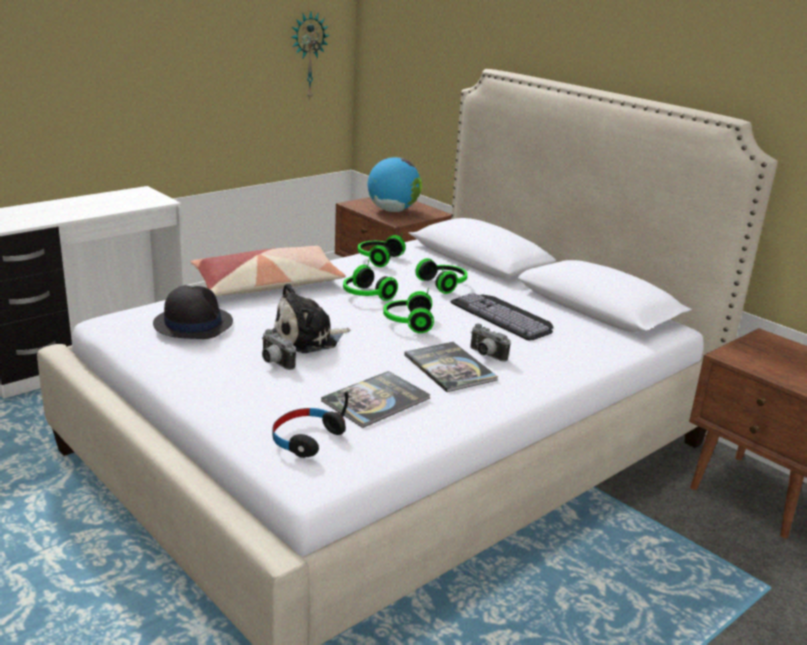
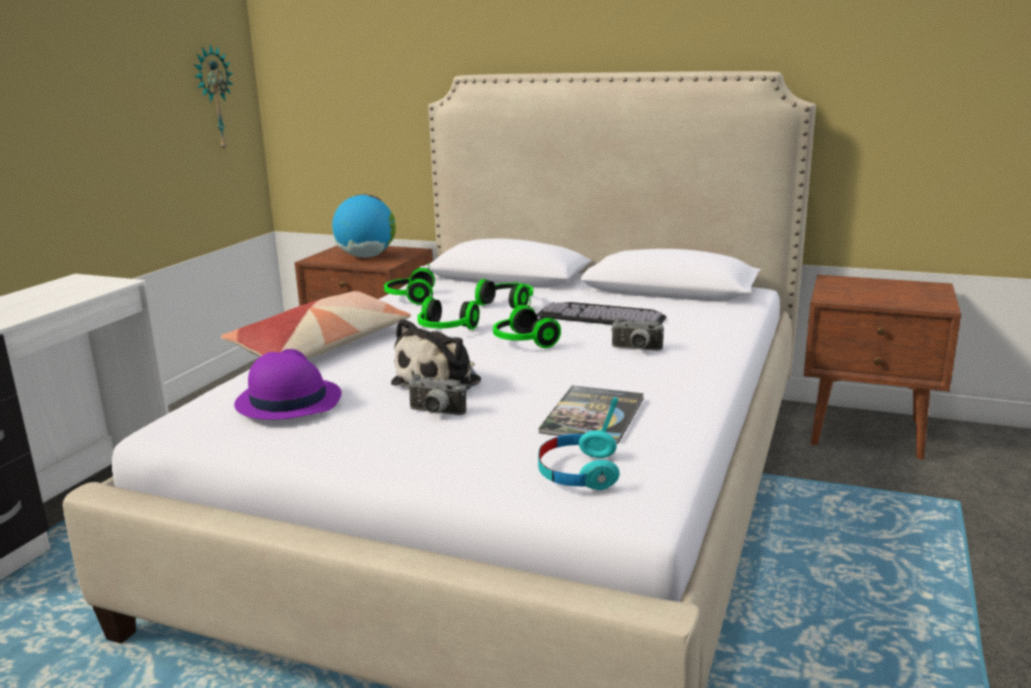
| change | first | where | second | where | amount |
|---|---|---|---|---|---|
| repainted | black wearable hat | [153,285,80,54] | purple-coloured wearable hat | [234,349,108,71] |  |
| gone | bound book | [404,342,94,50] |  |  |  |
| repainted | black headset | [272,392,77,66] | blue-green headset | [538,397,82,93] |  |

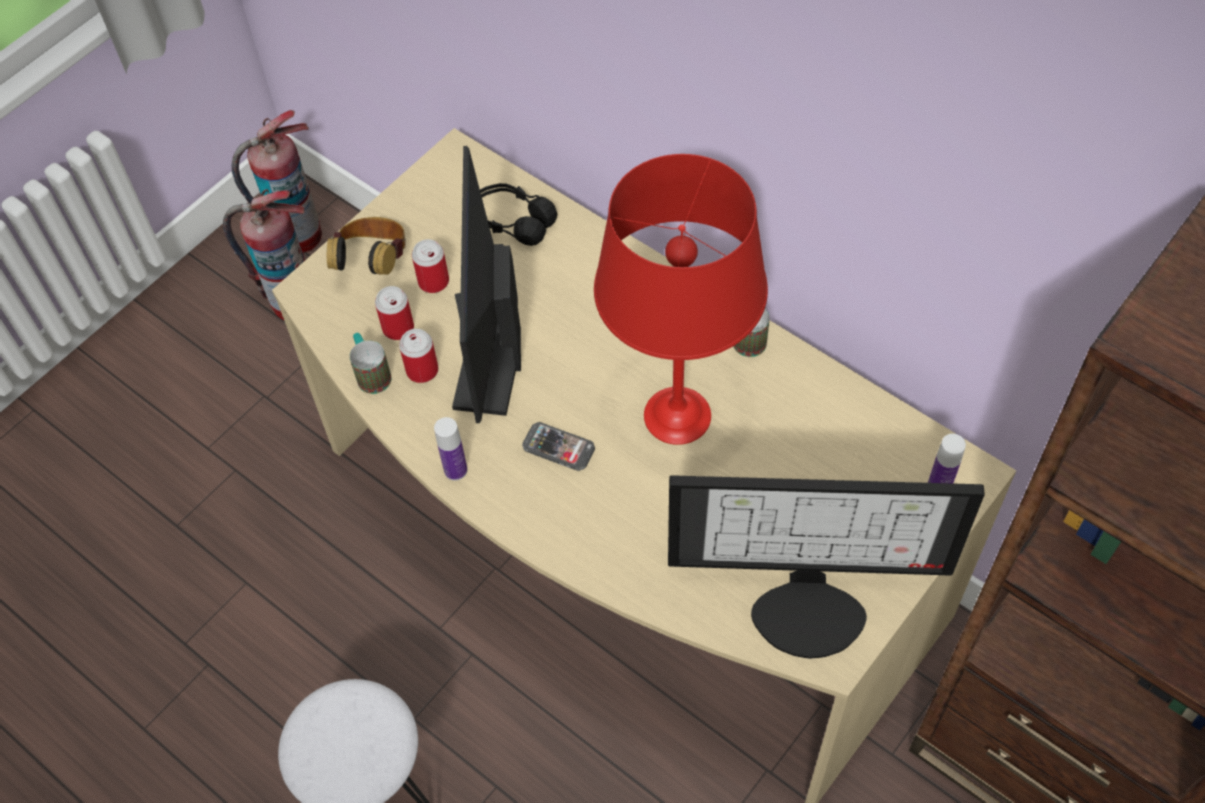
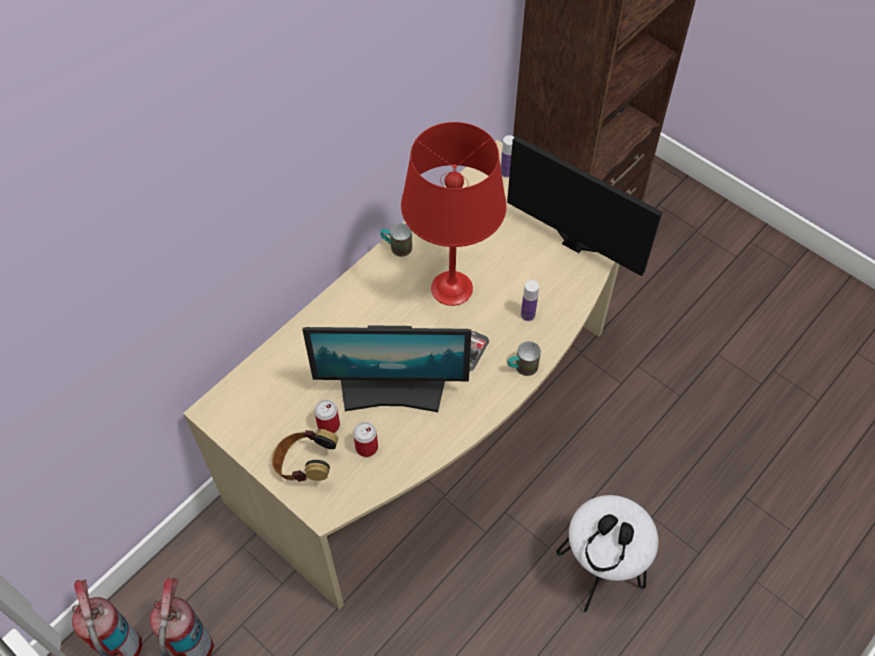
| change | first | where | second | where | amount |
|---|---|---|---|---|---|
| shifted | black headset | [480,183,77,63] |  | [585,514,49,58] |  |
| gone | metal can | [399,329,39,54] |  |  |  |
| shifted | mug | [350,333,42,61] |  | [507,341,34,35] |  |
| shifted | drink bottle | [434,417,33,64] |  | [521,280,18,41] |  |
| rotated | monitor | [668,475,317,184] |  | [507,136,155,140] | 60 degrees counterclockwise |

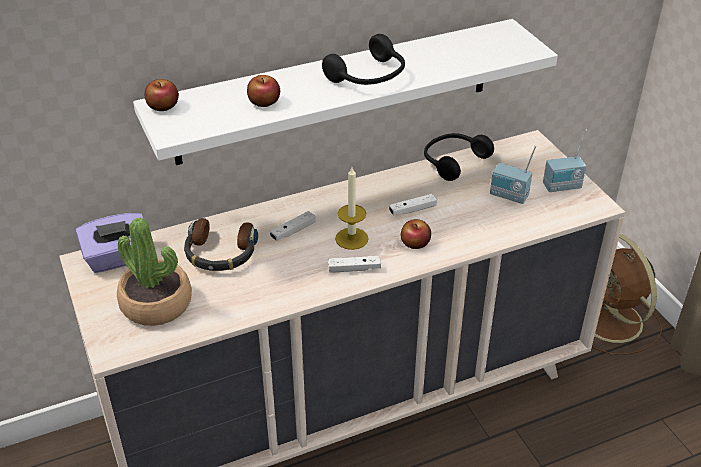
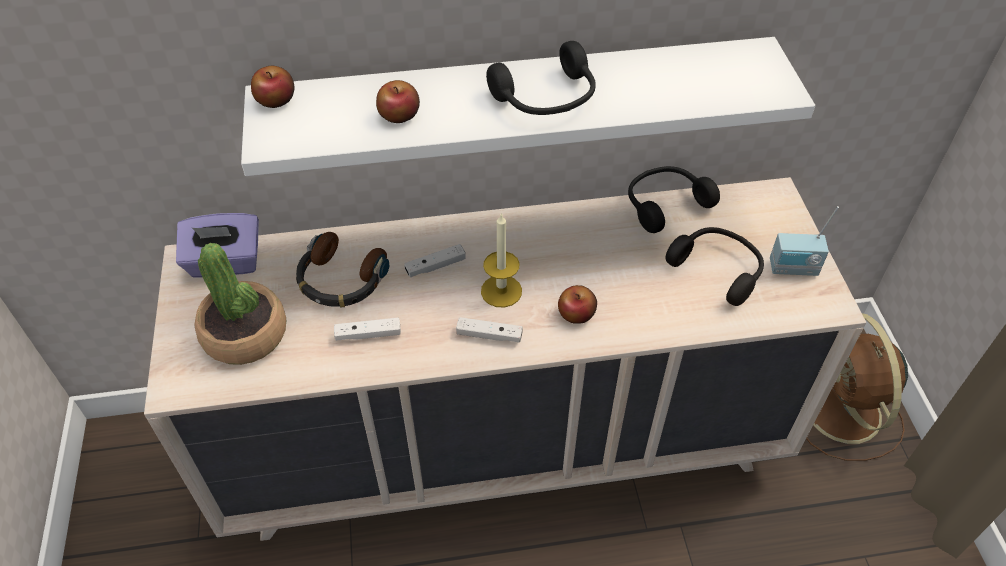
| change | first | where | second | where | amount |
|---|---|---|---|---|---|
| swapped | radio receiver | [490,146,46,58] | black headset | [665,227,99,79] |  |
| shifted | white-coloured gamepad | [389,194,48,21] |  | [334,317,67,24] |  |

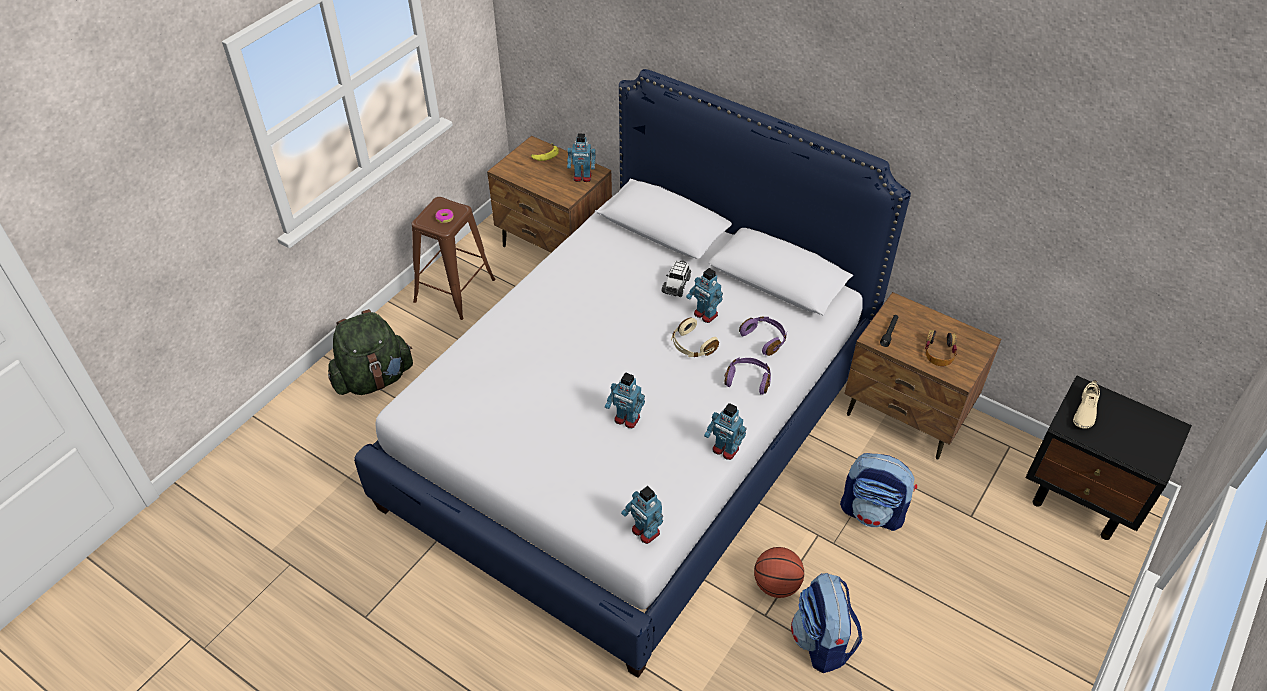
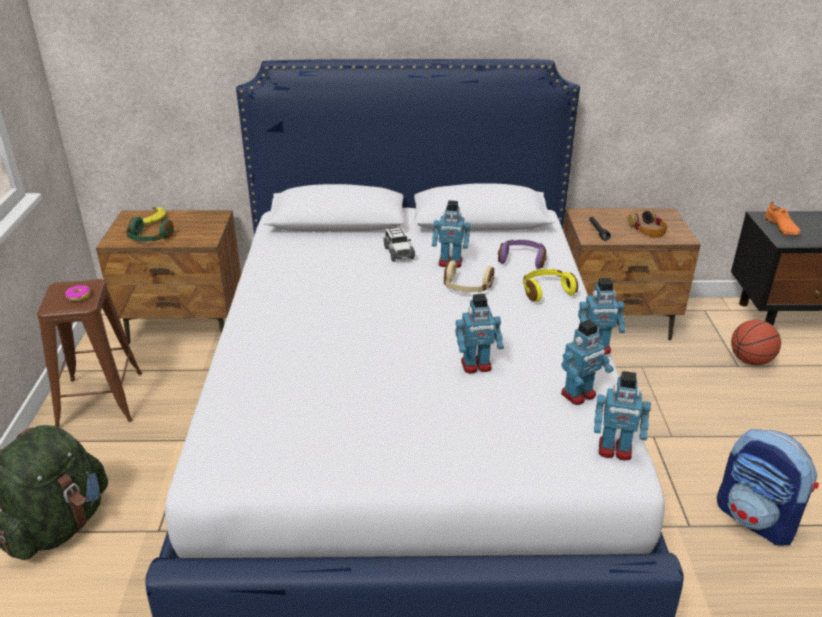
| change | first | where | second | where | amount |
|---|---|---|---|---|---|
| shifted | robot figure | [567,134,29,48] |  | [561,320,53,85] |  |
| repainted | purple-coloured headset | [724,357,47,37] | yellow headset | [523,269,55,33] |  |
| repainted | beige-coloured shoe | [1073,380,27,49] | orangey shoe | [764,202,37,33] |  |
| gone | rucksack | [840,453,77,78] |  |  |  |
| shifted | basketball ball | [754,547,50,51] |  | [731,320,50,45] |  |
| new |  |  | greenish headset | [126,217,48,25] |  |

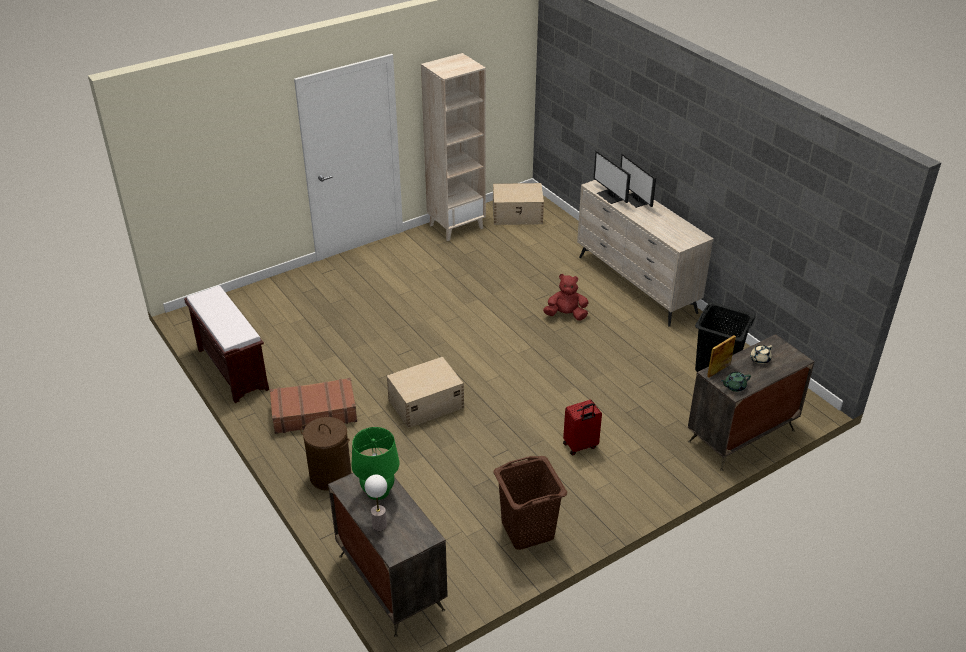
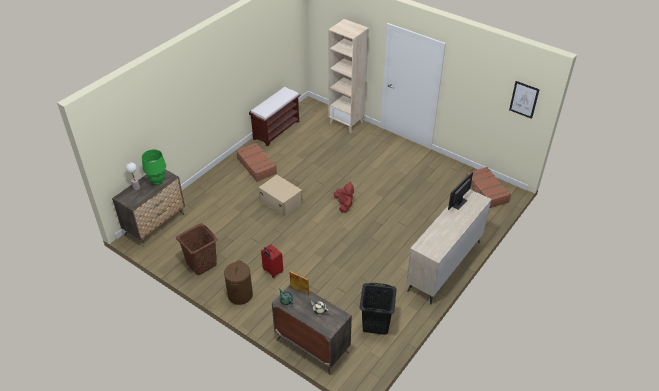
| change | first | where | second | where | amount |
|---|---|---|---|---|---|
| shifted | beige-coloured shelving unit | [421,53,65,188] |  | [328,19,41,114] |  |
| gone | monitor | [620,153,36,55] |  |  |  |
| swapped | beige-coloured storage box | [493,183,51,42] | brownish piece of luggage | [466,167,45,41] |  |
| shifted | red cuddly toy | [543,274,46,46] |  | [334,182,20,31] |  |
| shifted | brownish hamper | [300,417,52,74] |  | [224,260,29,45] |  |
| new |  |  | wall picture | [509,81,31,38] |  |

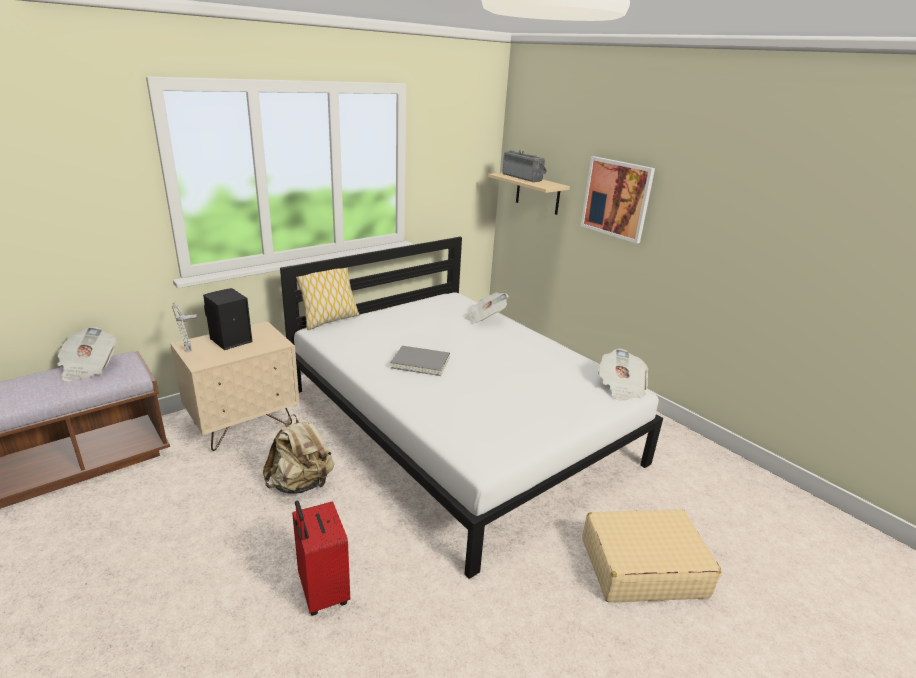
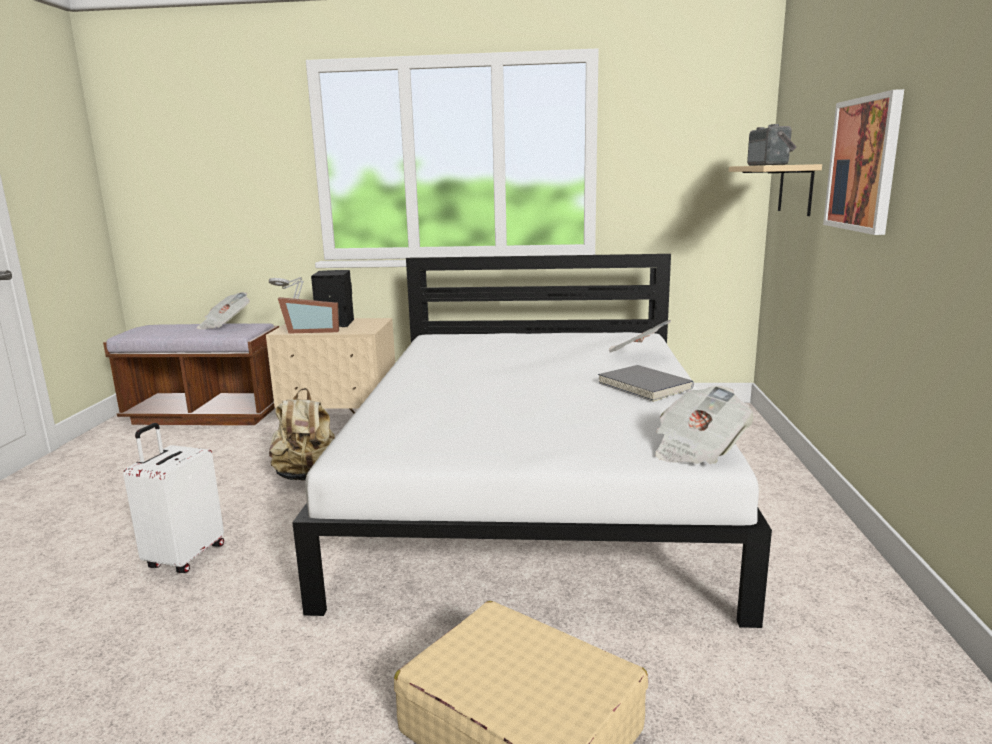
| change | first | where | second | where | amount |
|---|---|---|---|---|---|
| gone | throw pillow | [296,267,63,63] |  |  |  |
| shifted | gray bound book | [390,346,60,30] |  | [598,365,96,37] |  |
| repainted | red piece of luggage | [292,501,58,115] | white-coloured piece of luggage | [123,423,101,150] |  |
| new |  |  | picture frame | [278,297,61,37] |  |

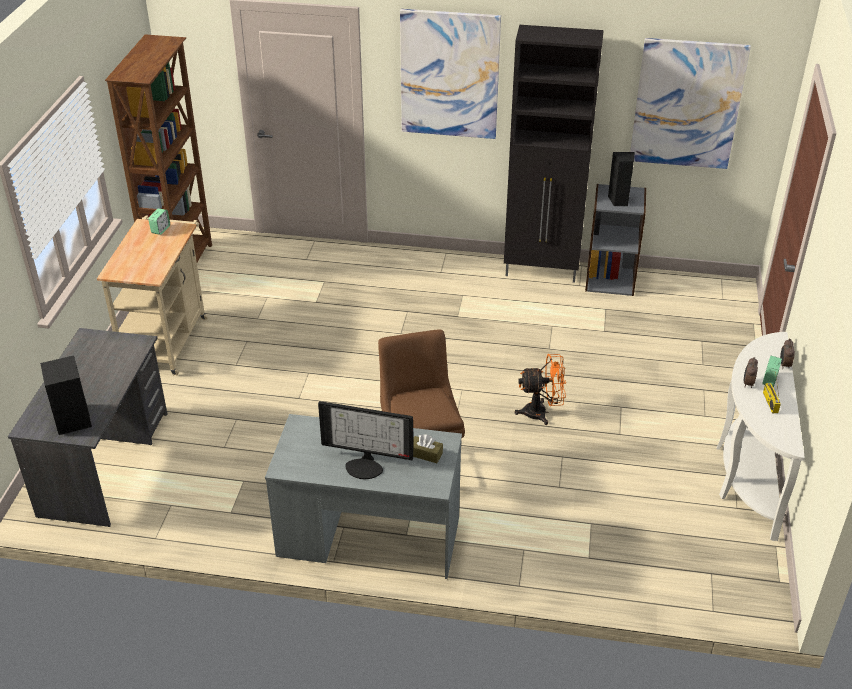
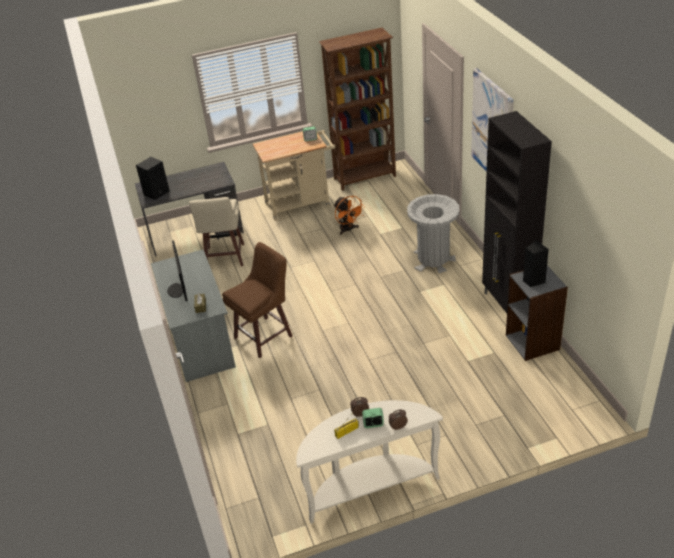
| change | first | where | second | where | amount |
|---|---|---|---|---|---|
| gone | wall picture | [630,38,121,131] |  |  |  |
| shifted | orangey electric fan | [514,354,52,71] |  | [334,196,31,39] |  |
| new |  |  | gray waste bin | [407,194,53,79] |  |
| new |  |  | beige-coloured stool | [189,197,55,69] |  |

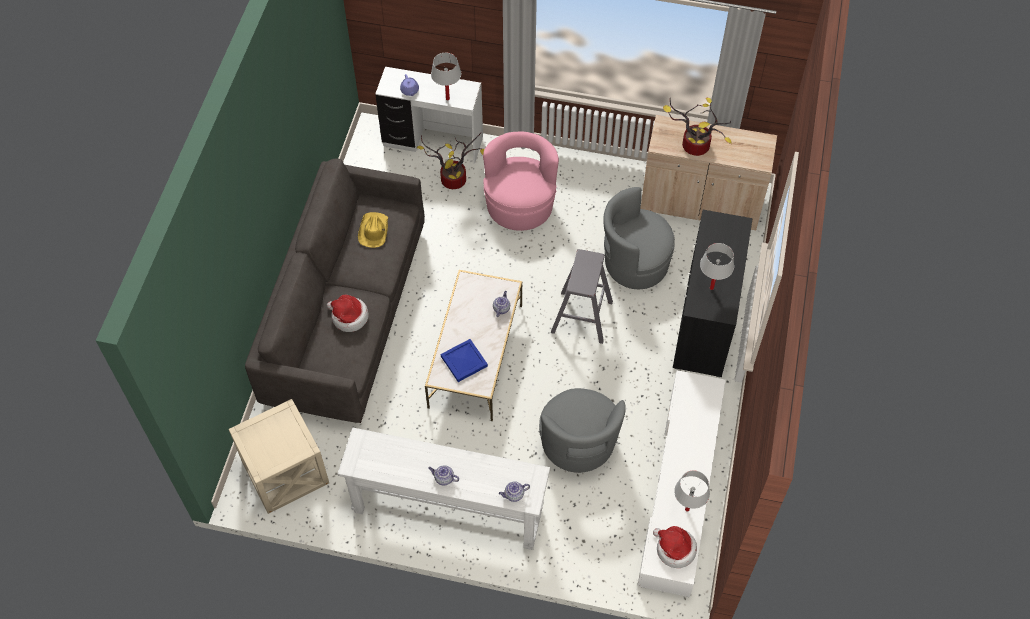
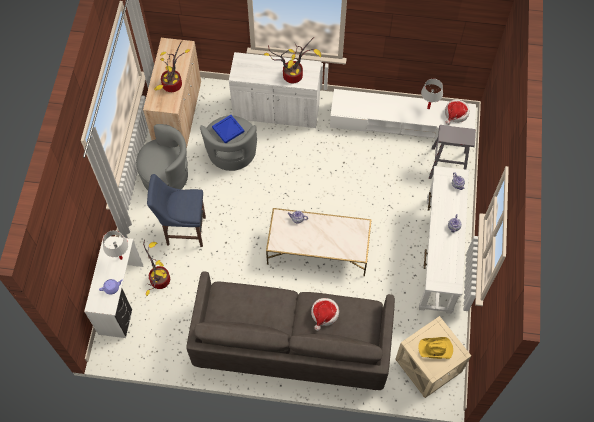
| change | first | where | second | where | amount |
|---|---|---|---|---|---|
| swapped | pink lounge chair | [483,131,76,100] | blue-coloured stool | [147,174,59,73] |  |
| repainted | black cupboard | [673,210,80,168] | white-coloured cupboard | [229,52,92,76] |  |
| shifted | yellow wearable hat | [358,212,30,36] |  | [418,337,35,22] |  |
| swapped | white-coloured tabletop lamp | [700,243,34,47] | plant in a pot | [263,37,58,46] |  |
| shifted | gray stool | [551,249,62,95] |  | [429,125,47,54] |  |
| shifted | blue-coloured serving tray | [441,339,47,43] |  | [212,115,32,28] |  |
| shifted | gray lounge chair | [539,388,87,85] |  | [136,124,52,66] |  |

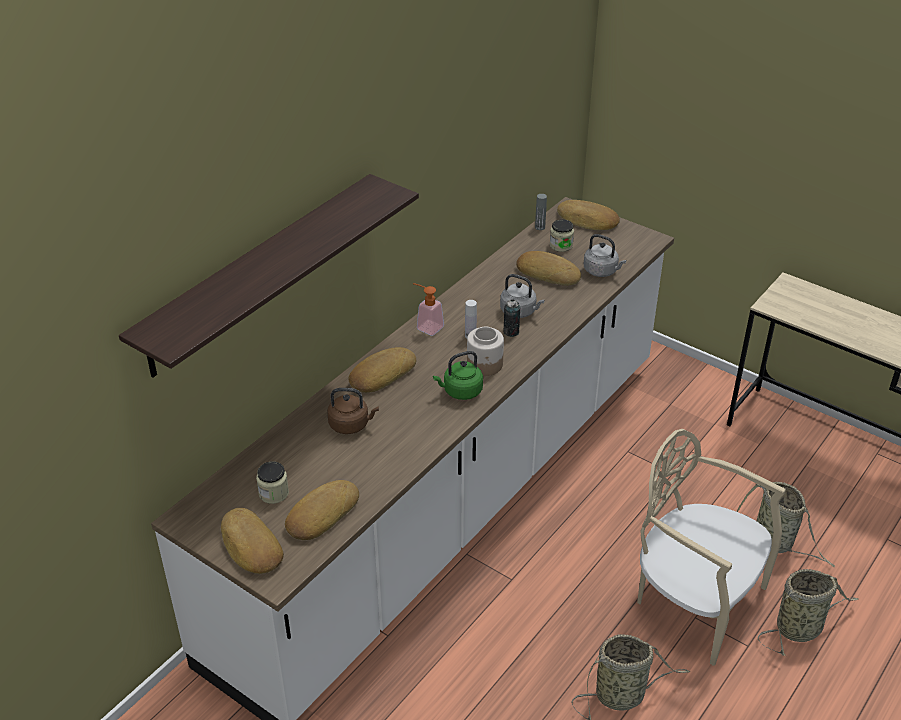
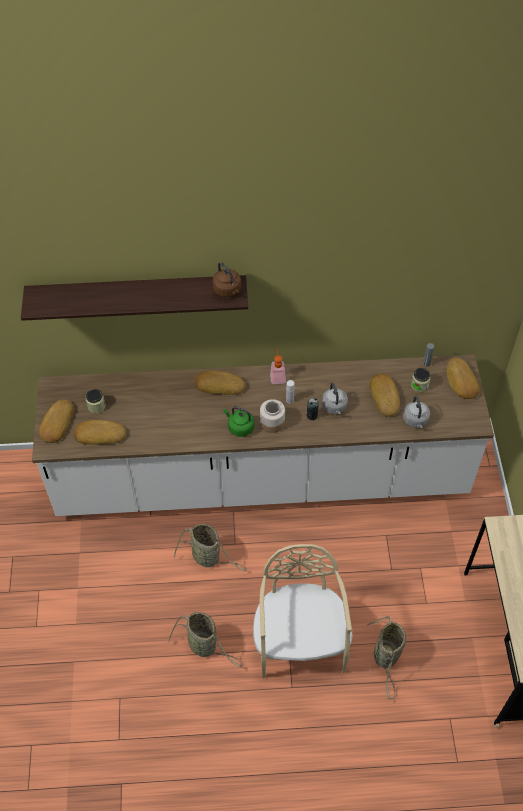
| change | first | where | second | where | amount |
|---|---|---|---|---|---|
| shifted | brownish water kettle | [327,388,52,46] |  | [213,262,28,35] |  |
| shifted | storage basket | [757,569,102,87] |  | [174,524,73,48] |  |

